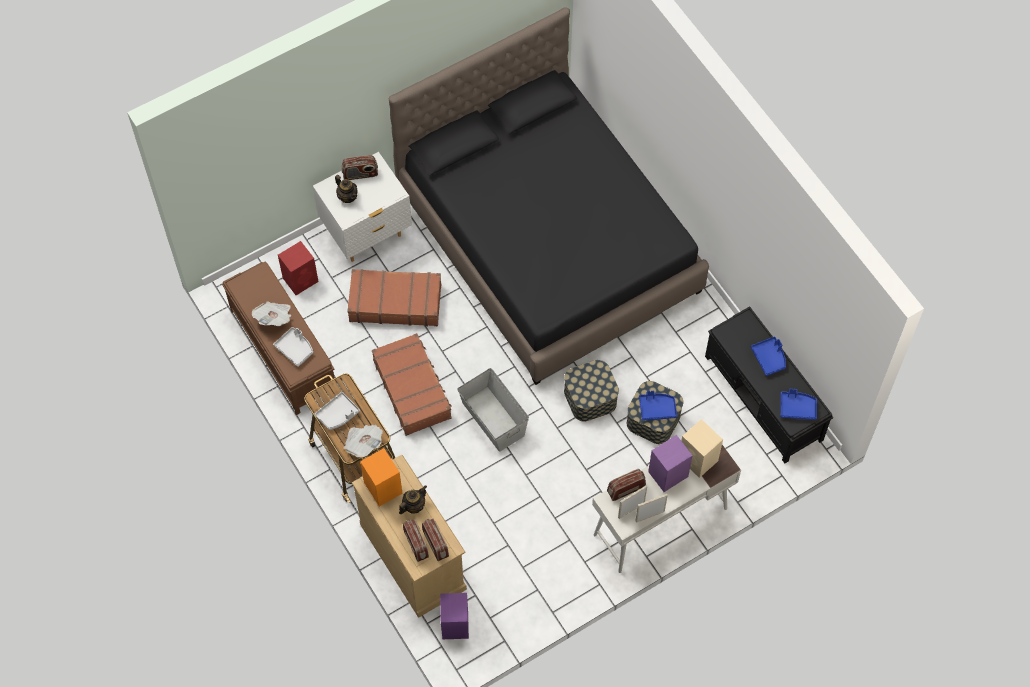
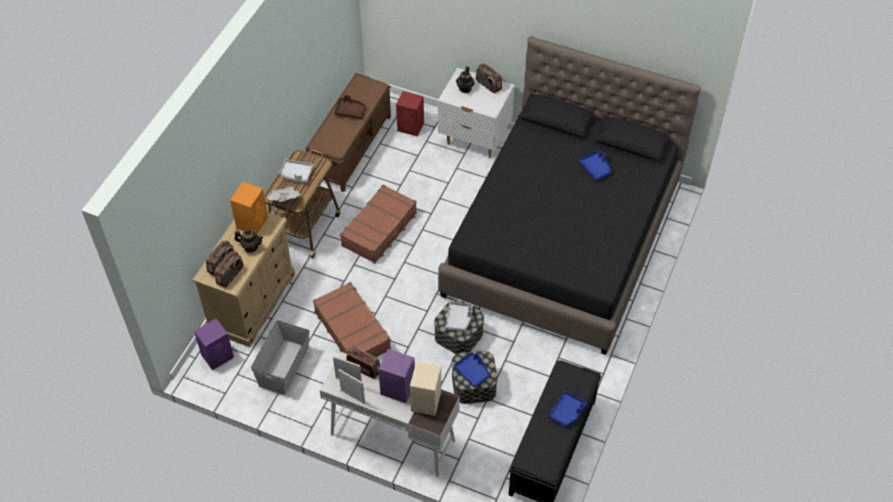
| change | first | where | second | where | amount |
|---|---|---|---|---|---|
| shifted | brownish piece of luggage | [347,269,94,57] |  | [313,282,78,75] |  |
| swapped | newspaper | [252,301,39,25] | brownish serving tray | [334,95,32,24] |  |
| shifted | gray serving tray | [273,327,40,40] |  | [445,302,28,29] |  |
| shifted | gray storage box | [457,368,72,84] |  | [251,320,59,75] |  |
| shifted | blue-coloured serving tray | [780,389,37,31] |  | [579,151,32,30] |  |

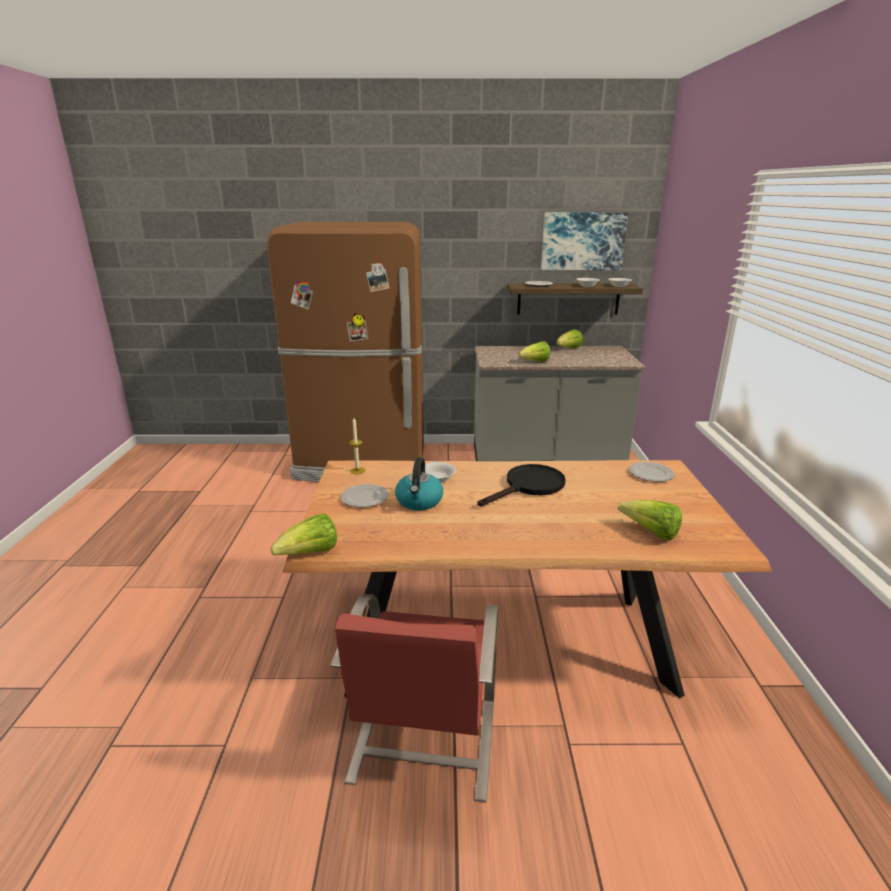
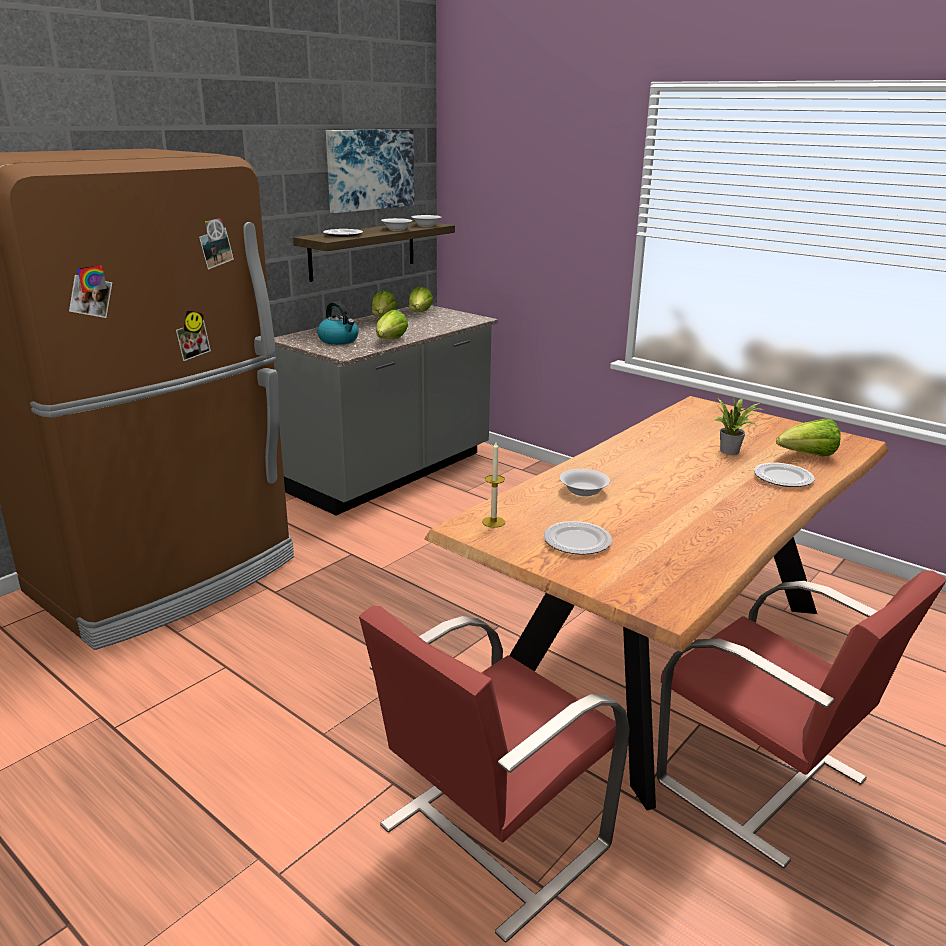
| change | first | where | second | where | amount |
|---|---|---|---|---|---|
| shifted | water kettle | [395,458,48,52] |  | [317,301,42,44] |  |
| shifted | plate | [629,462,46,20] |  | [754,463,61,24] |  |
| gone | black skillet | [478,464,88,42] |  |  |  |
| shifted | lettuce head | [270,514,67,41] |  | [409,286,24,26] |  |
| new |  |  | plant in a pot | [714,397,46,58] |  |
| new |  |  | red upright chair | [359,606,271,336] |  |

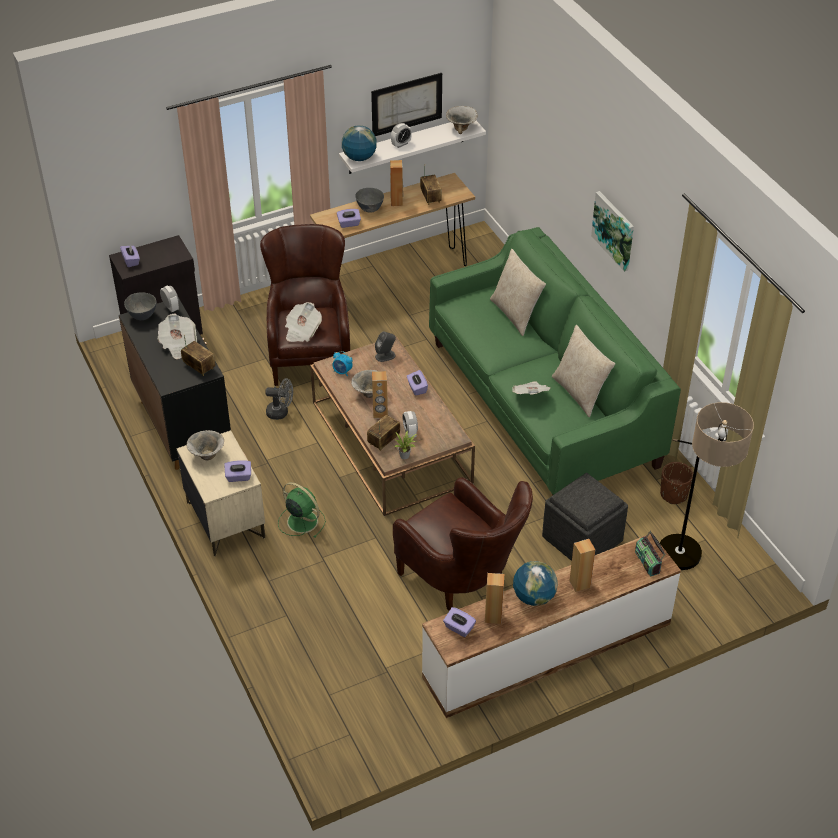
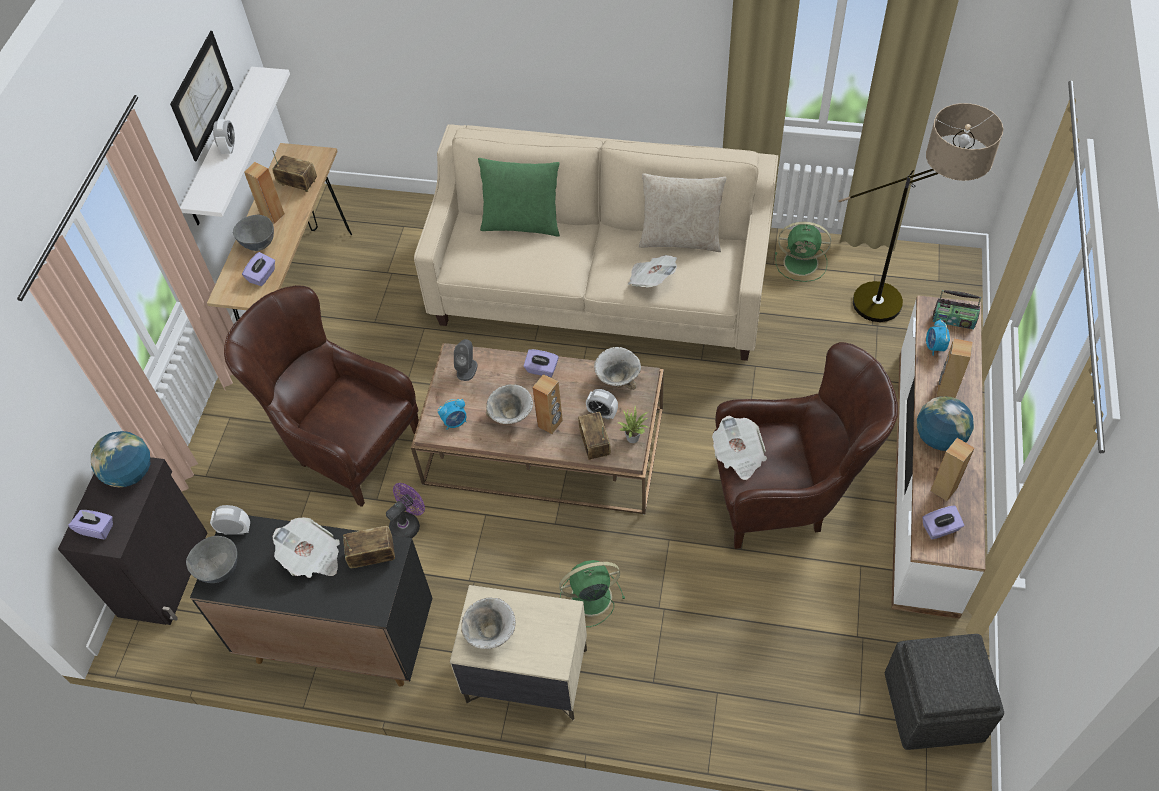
| change | first | where | second | where | amount |
|---|---|---|---|---|---|
| shifted | deep dish | [446,106,32,28] |  | [594,347,47,43] |  |
| shifted | desk globe | [342,125,34,36] |  | [91,431,59,57] |  |
| gone | wall picture | [591,191,43,81] |  |  |  |
| repainted | greenish sofa | [429,227,252,269] | beige-coloured sofa | [414,124,364,237] |  |
| repainted | beige-coloured throw pillow | [490,249,56,87] | greenish throw pillow | [478,158,82,79] |  |
| shifted | newspaper | [285,302,37,40] |  | [712,416,55,64] |  |
| repainted | gray electric fan | [265,378,28,42] | purple-coloured electric fan | [386,483,39,55] |  |
| gone | purple-coloured tissue holder | [224,460,27,22] |  |  |  |
| swapped | brownish plant pot | [660,462,33,42] | greenish electric fan | [775,222,56,60] |  |
| shifted | gray ottoman | [542,473,86,88] |  | [885,634,119,116] |  |
| new |  |  | table clock | [926,319,24,37] |  |

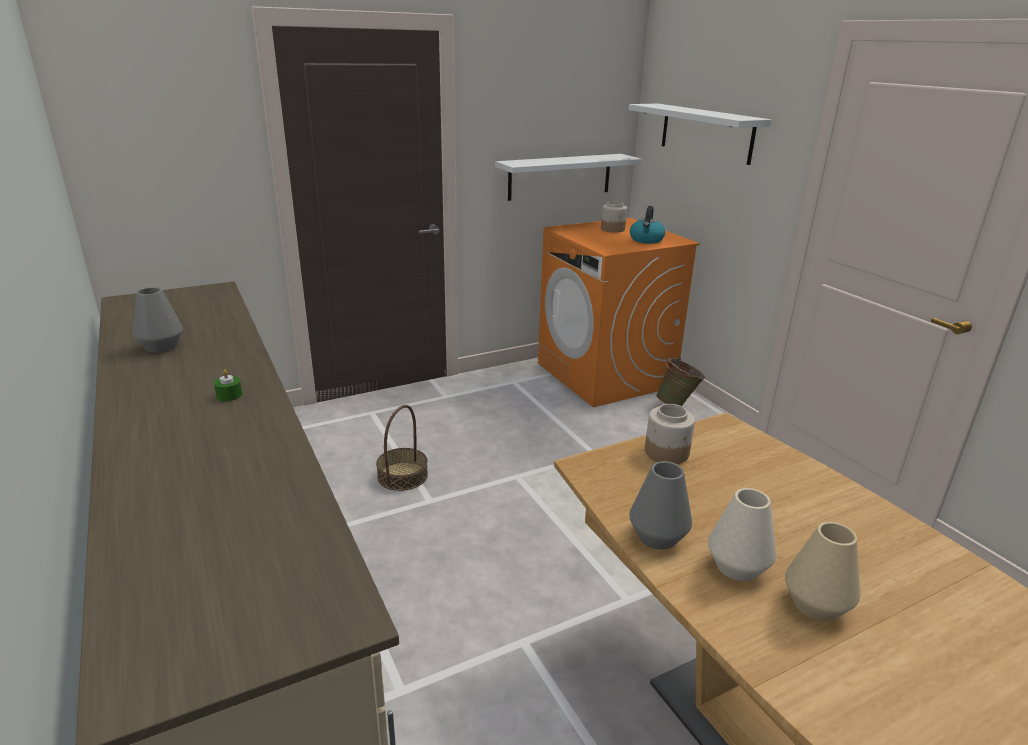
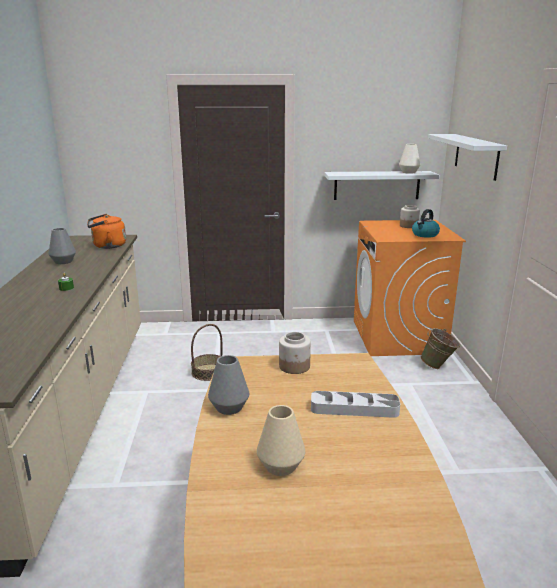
| change | first | where | second | where | amount |
|---|---|---|---|---|---|
| shifted | white-coloured decorative vase | [708,488,68,93] |  | [399,144,21,30] |  |
| new |  |  | orangey water kettle | [87,214,39,35] |  |
| new |  |  | gray serving tray | [311,391,89,27] |  |

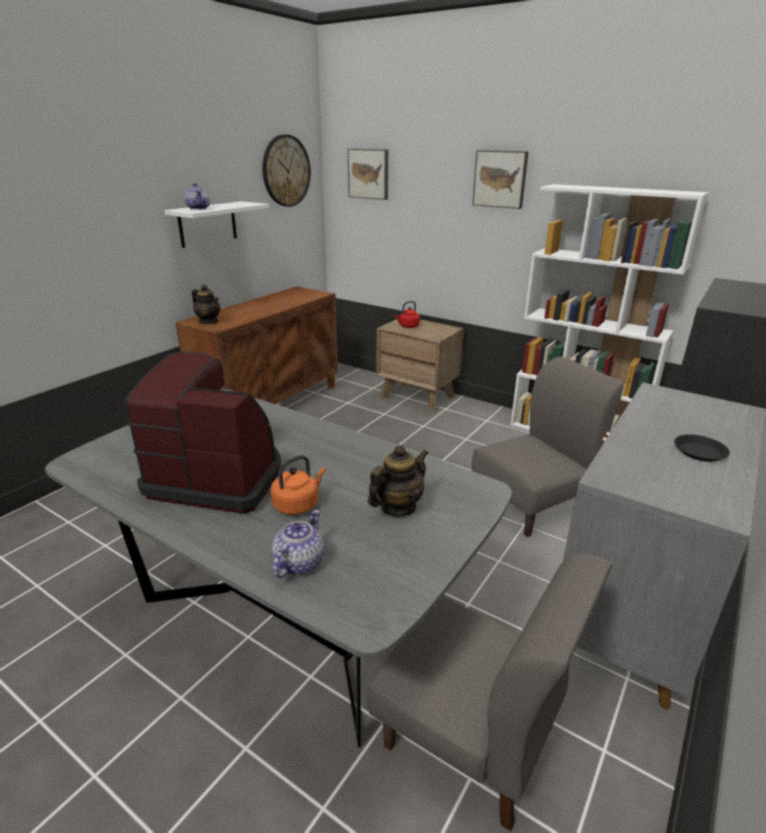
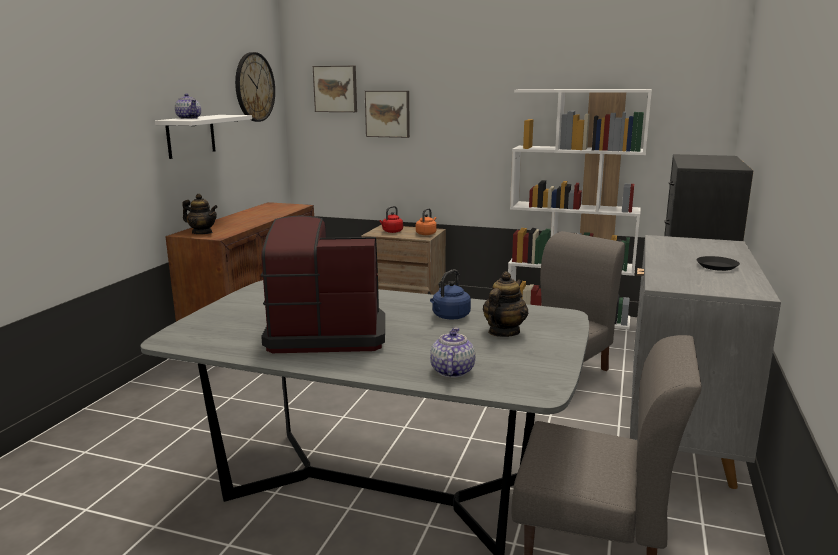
| change | first | where | second | where | amount |
|---|---|---|---|---|---|
| shifted | wall picture | [472,150,57,59] |  | [365,91,45,47] |  |
| shifted | orangey water kettle | [270,455,56,60] |  | [416,208,21,27] |  |
| new |  |  | blue-coloured water kettle | [430,269,41,50] |  |

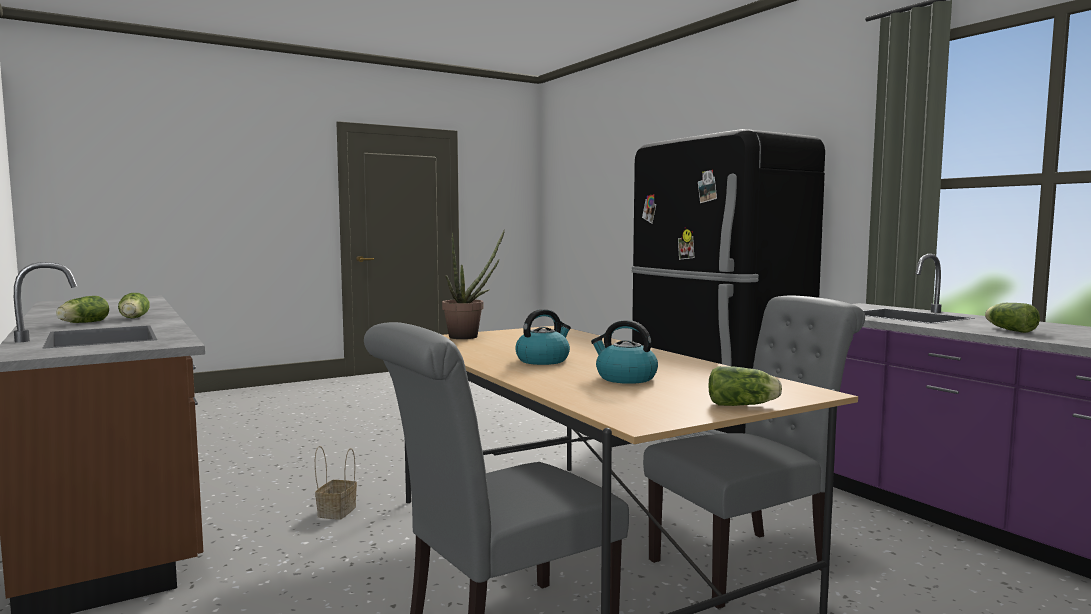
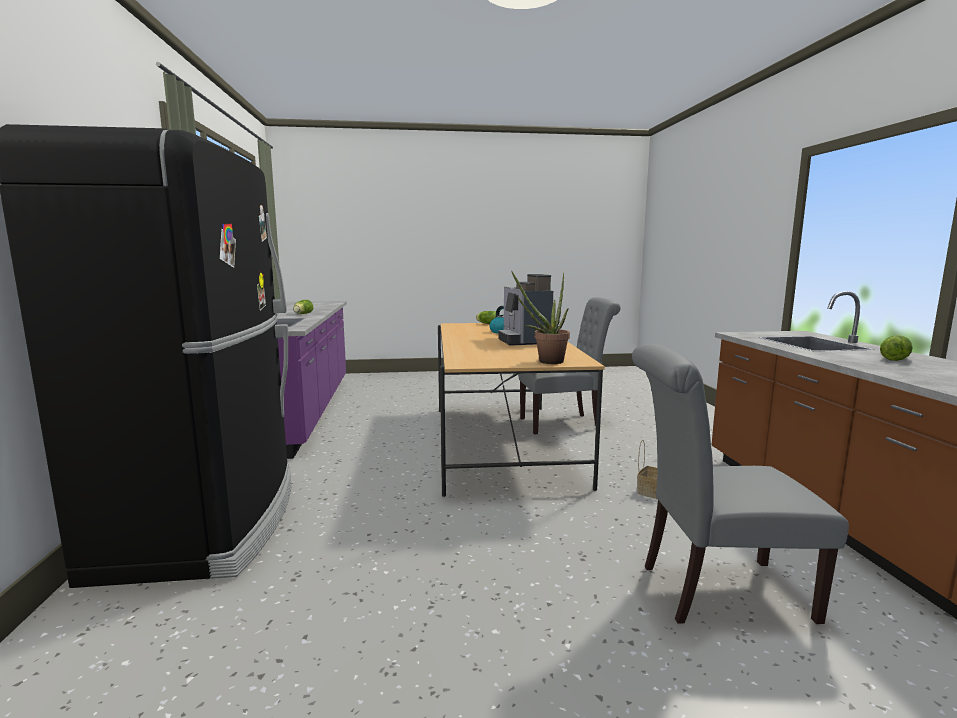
| change | first | where | second | where | amount |
|---|---|---|---|---|---|
| gone | lettuce head | [118,293,32,25] |  |  |  |
| shifted | gray upright chair | [643,295,222,314] |  | [632,344,217,280] |  |
| swapped | water kettle | [515,309,56,56] | coffee brewer | [498,274,55,72] |  |

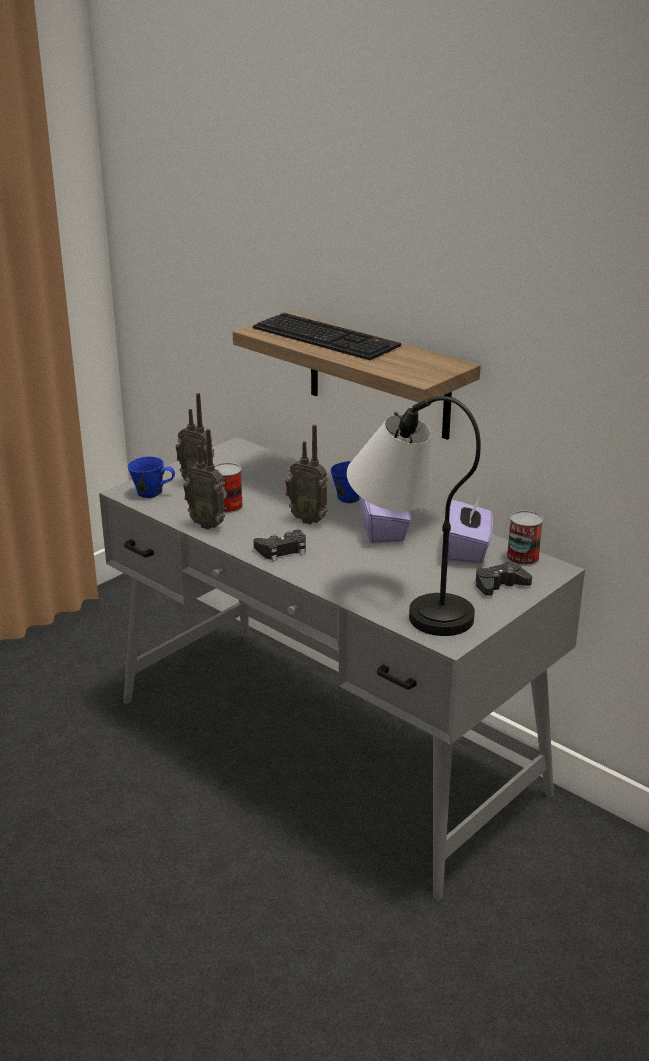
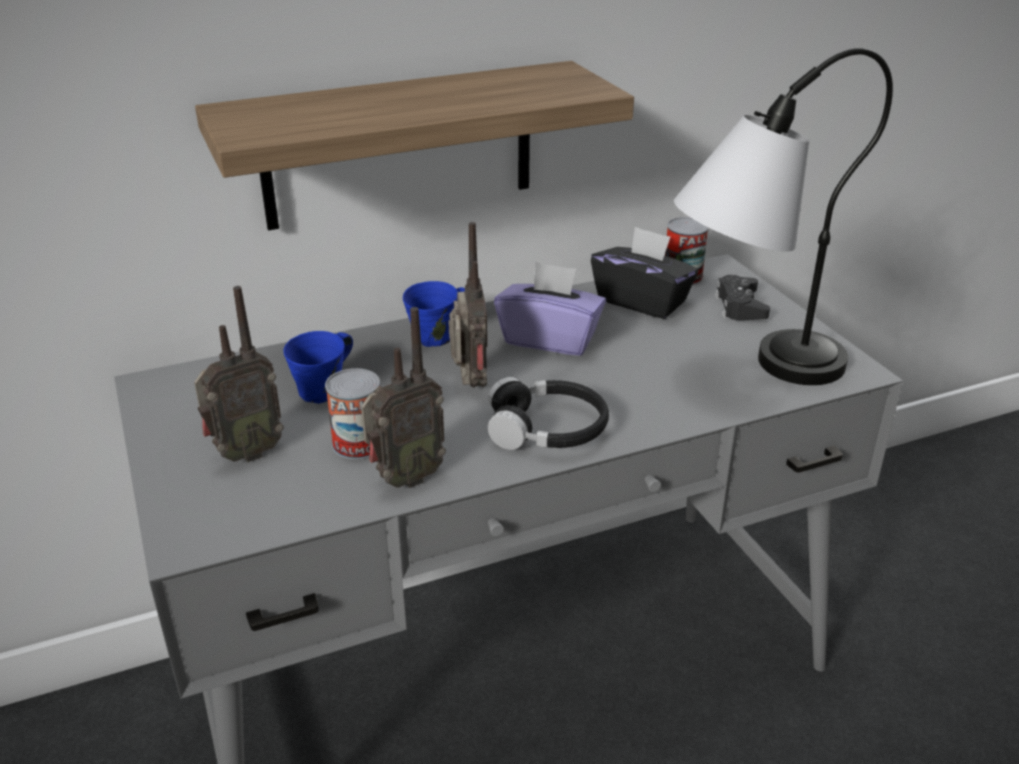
| change | first | where | second | where | amount |
|---|---|---|---|---|---|
| gone | computer keyboard | [253,313,148,47] |  |  |  |
| rotated | radio receiver | [285,424,43,100] |  | [448,222,39,166] | 60 degrees counterclockwise |
| shifted | blue-coloured mug | [128,456,47,42] |  | [284,331,69,73] |  |
| repainted | purple-coloured tissue holder | [448,497,45,67] | black tissue holder | [591,226,107,93] |  |
| swapped | black gamepad | [254,530,52,31] | black headset | [487,377,122,73] |  |

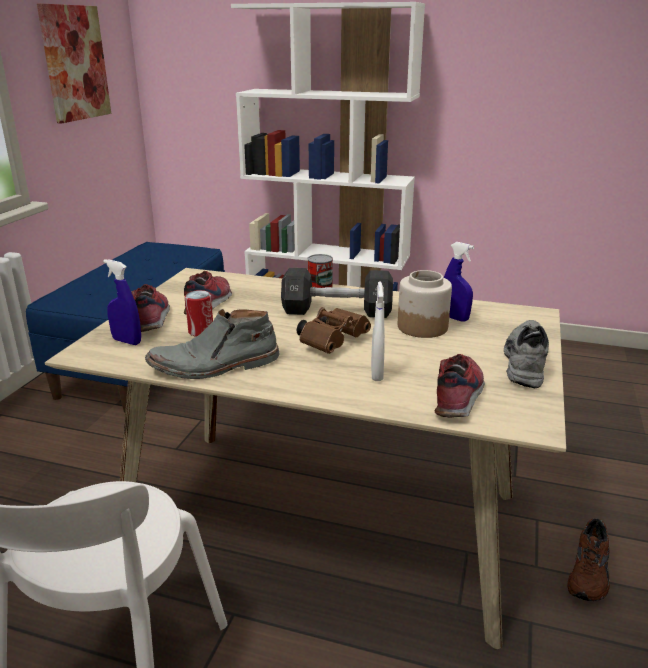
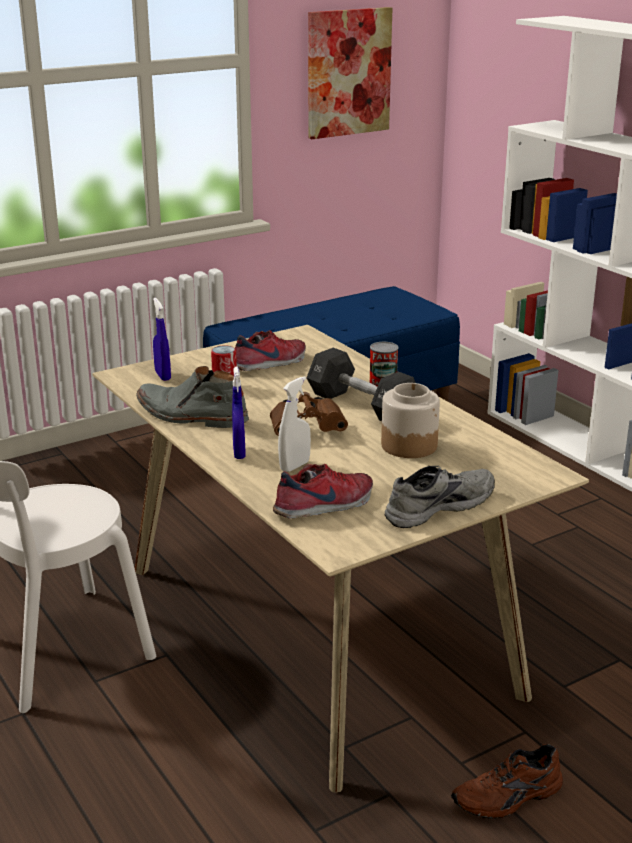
| change | first | where | second | where | amount |
|---|---|---|---|---|---|
| shifted | blue-coloured hand sprayer | [444,242,30,80] |  | [232,366,14,93] |  |
| gone | shoe | [132,284,38,48] |  |  |  |

